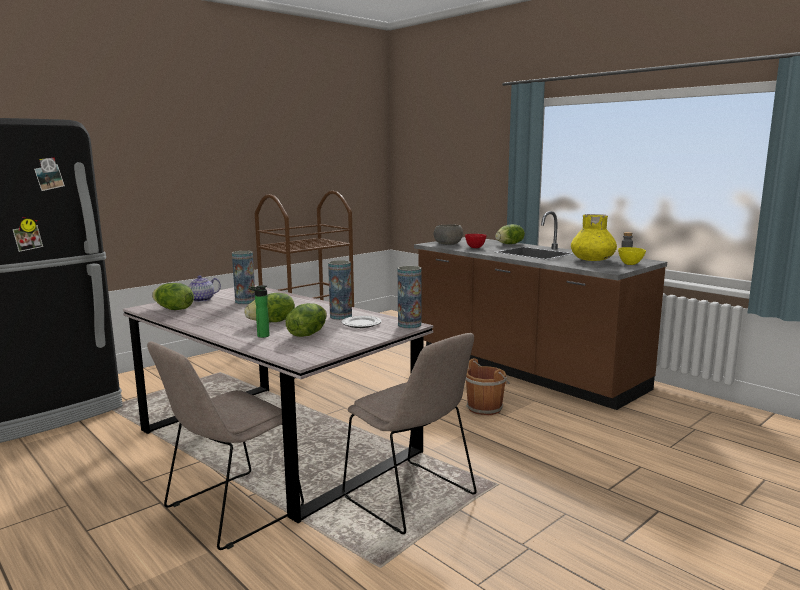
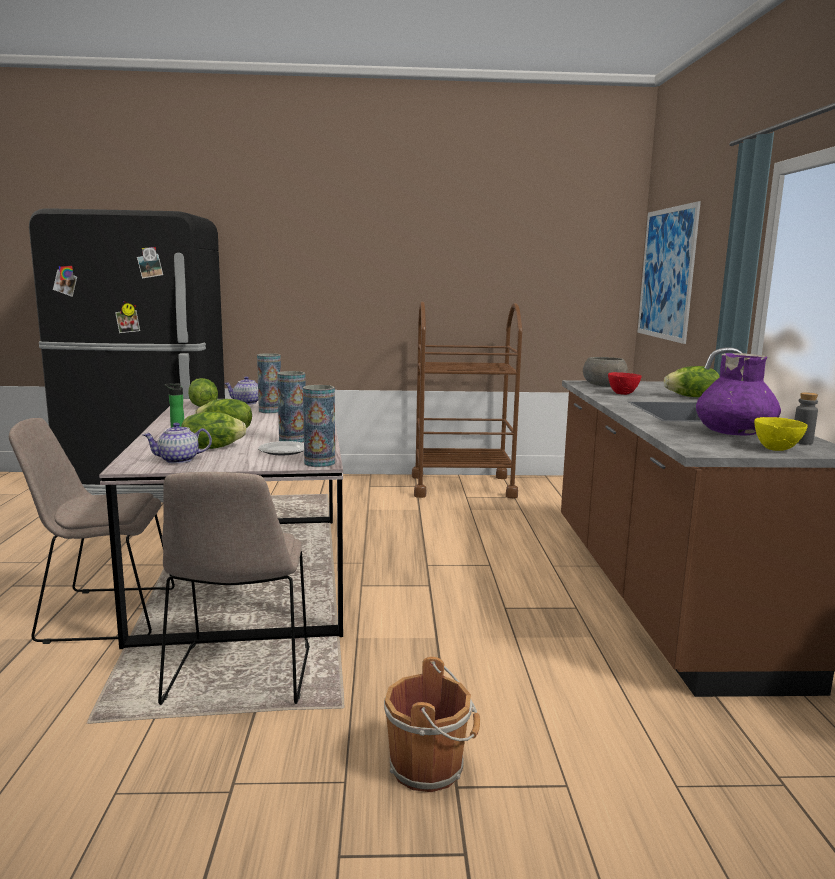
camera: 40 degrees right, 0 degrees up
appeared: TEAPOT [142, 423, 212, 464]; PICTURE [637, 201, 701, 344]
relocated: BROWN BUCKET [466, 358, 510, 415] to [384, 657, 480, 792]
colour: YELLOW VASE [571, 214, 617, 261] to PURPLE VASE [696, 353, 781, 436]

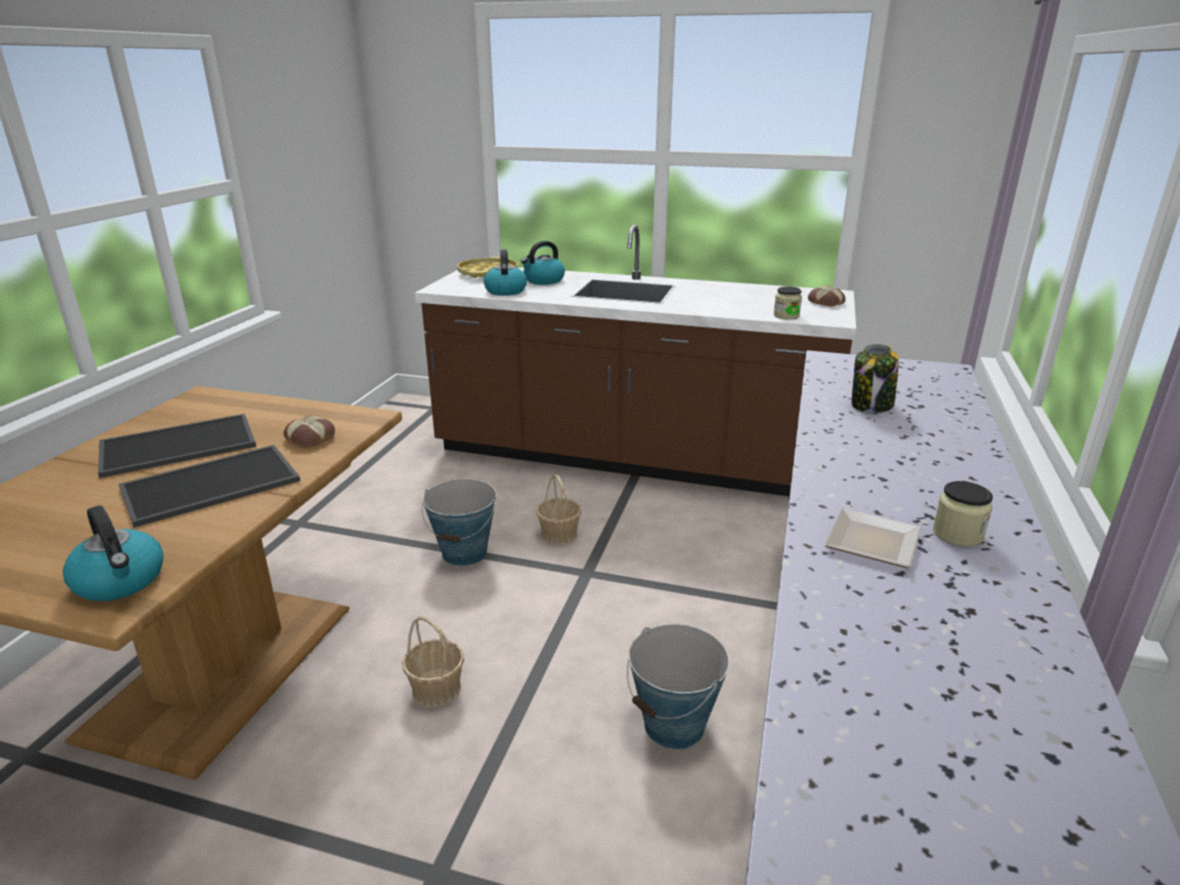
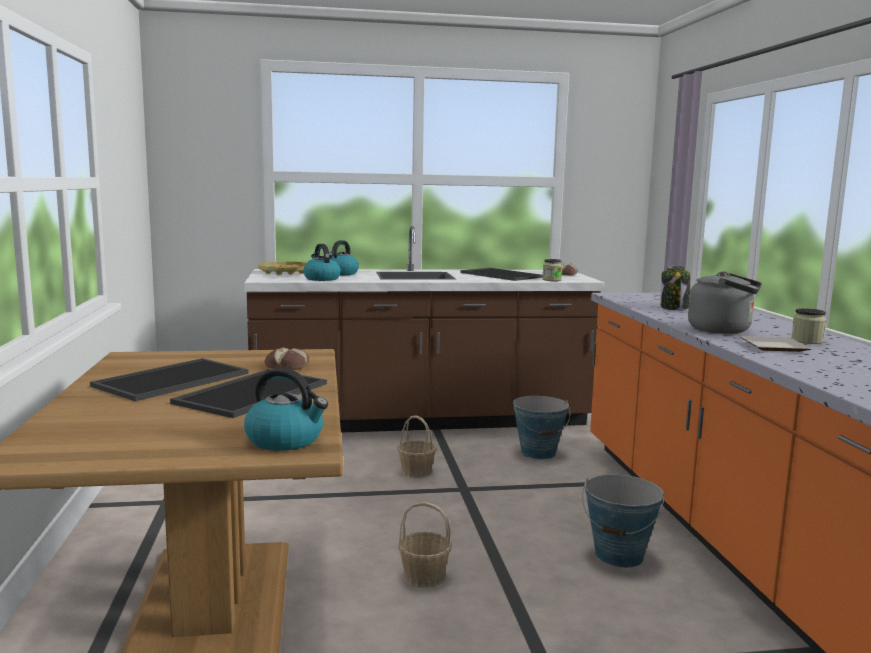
camera: 25 degrees left, 15 degrees down
appeared: TRAY [460, 268, 543, 281]; GREY KETTLE [688, 271, 762, 334]
relocated: BUCKET [422, 479, 497, 566] to [513, 396, 570, 459]

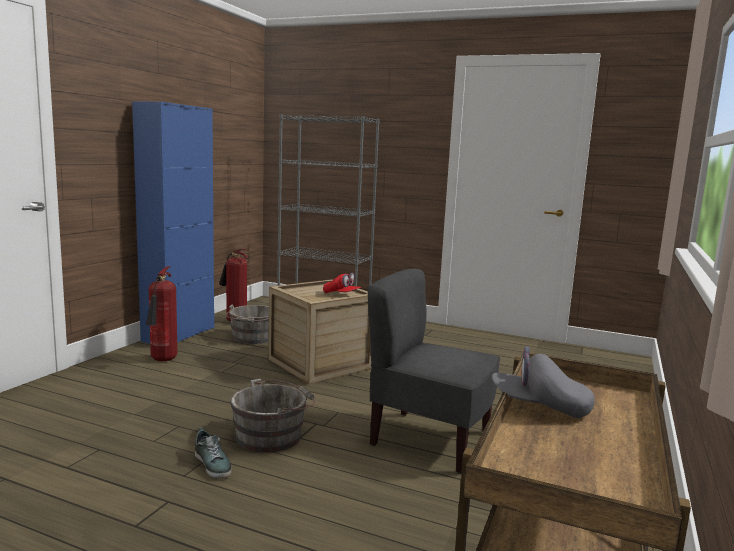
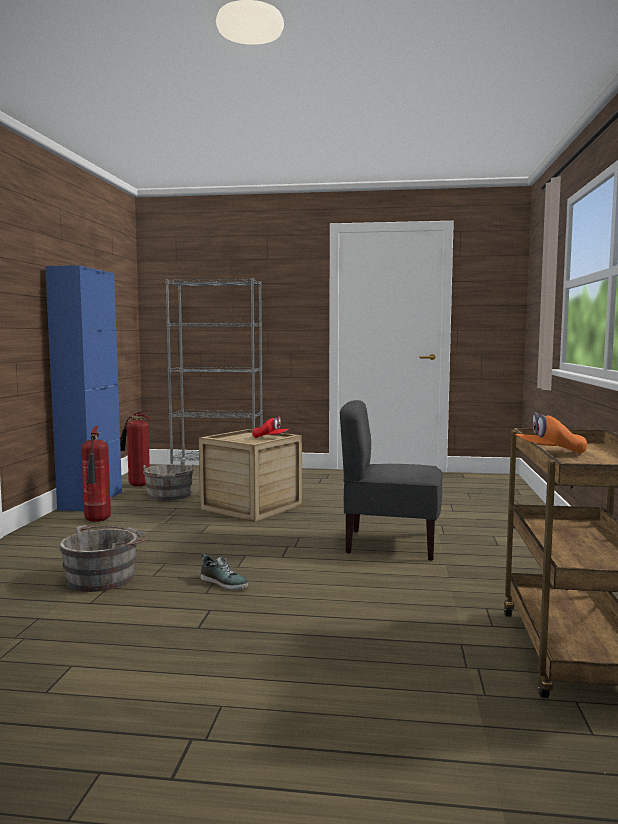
camera: 15 degrees left, 5 degrees down
relocated: GREY BUCKET [230, 379, 315, 453] to [59, 525, 147, 592]
colour: GREY CAP [492, 346, 595, 418] to ORANGE CAP [515, 412, 587, 454]

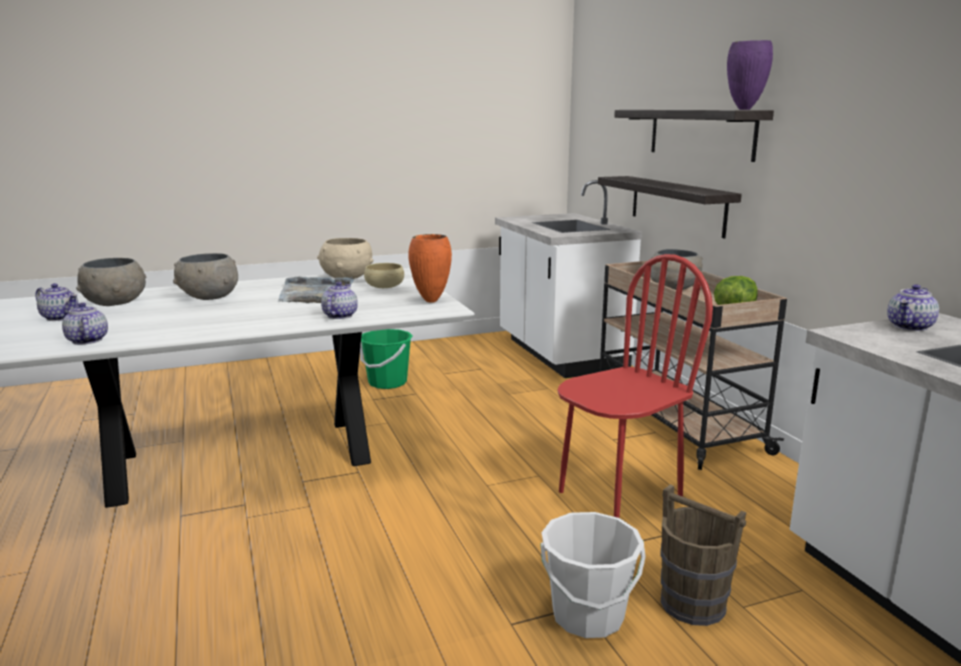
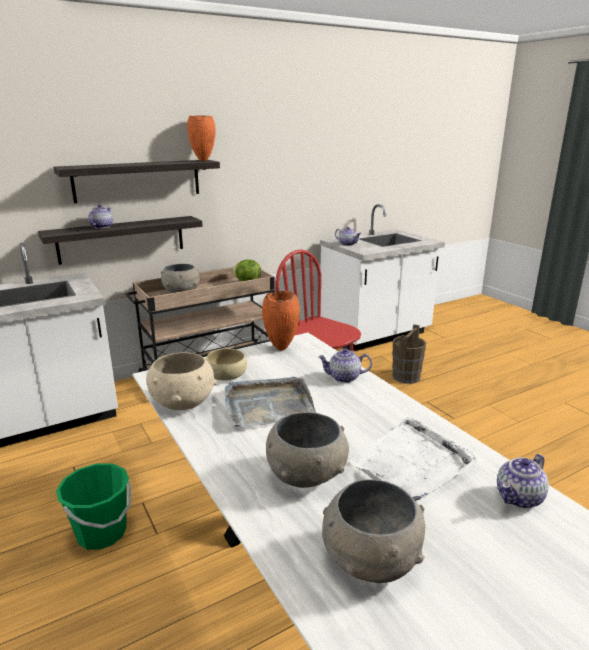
camera: 100 degrees left, 5 degrees up
missing: WHITE BUCKET [541, 512, 646, 638]
appeared: WHITE TRAY [349, 417, 477, 501]
relocated: TEAPOT [35, 283, 79, 321] to [88, 205, 113, 229]
colour: PURPLE VASE [727, 40, 773, 110] to ORANGE VASE [187, 116, 216, 161]

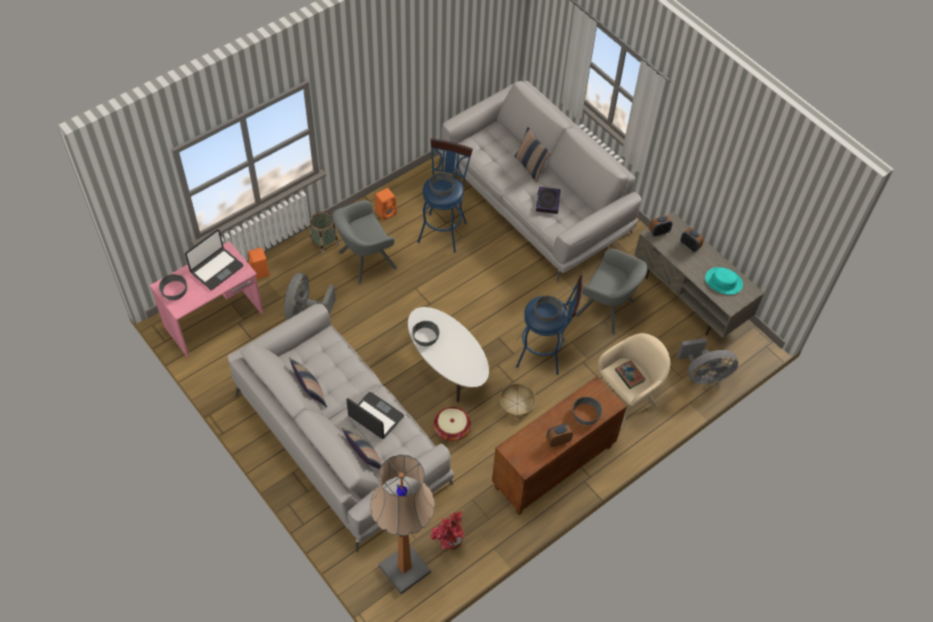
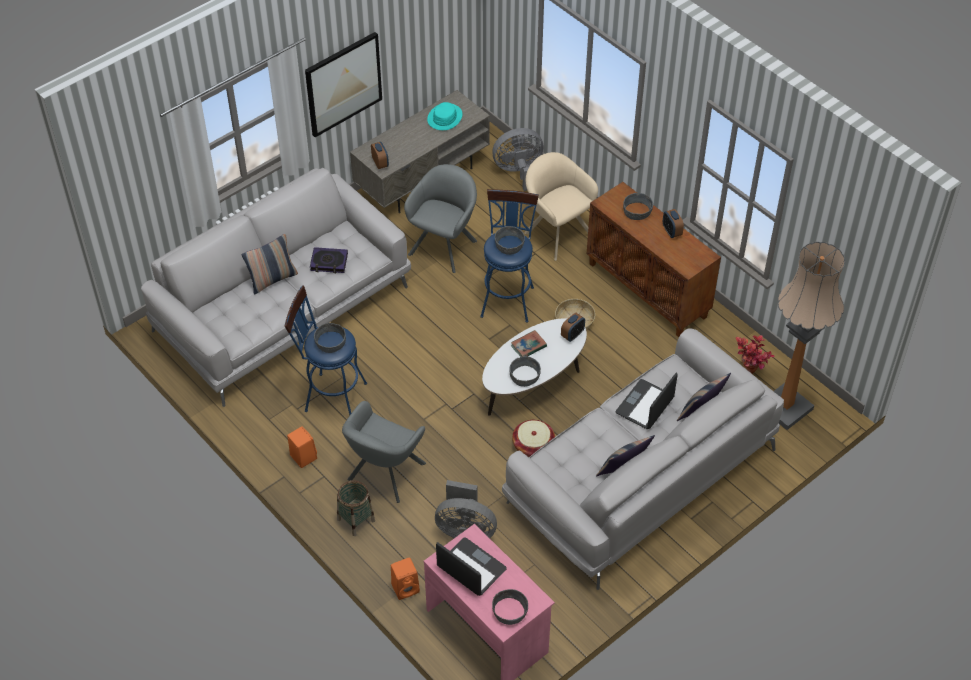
camera: 90 degrees left, 5 degrees down
appeared: PICTURE [305, 32, 382, 137]
relocated: BASKET [434, 407, 471, 441] to [512, 420, 555, 457]; BOOK [615, 360, 645, 389] to [511, 330, 547, 357]; ALARM CLOCK [681, 228, 704, 252] to [561, 313, 585, 342]
spun: GREY ARMCHAIR [332, 200, 397, 285] = [342, 401, 426, 503] 60 degrees clockwise; GREY FAN [677, 338, 738, 384] = [492, 128, 544, 191] 90 degrees counterclockwise

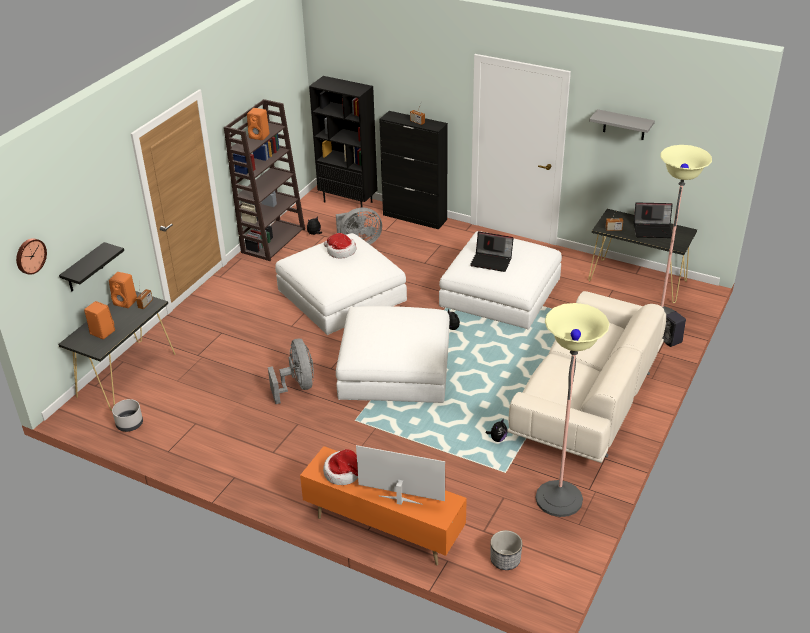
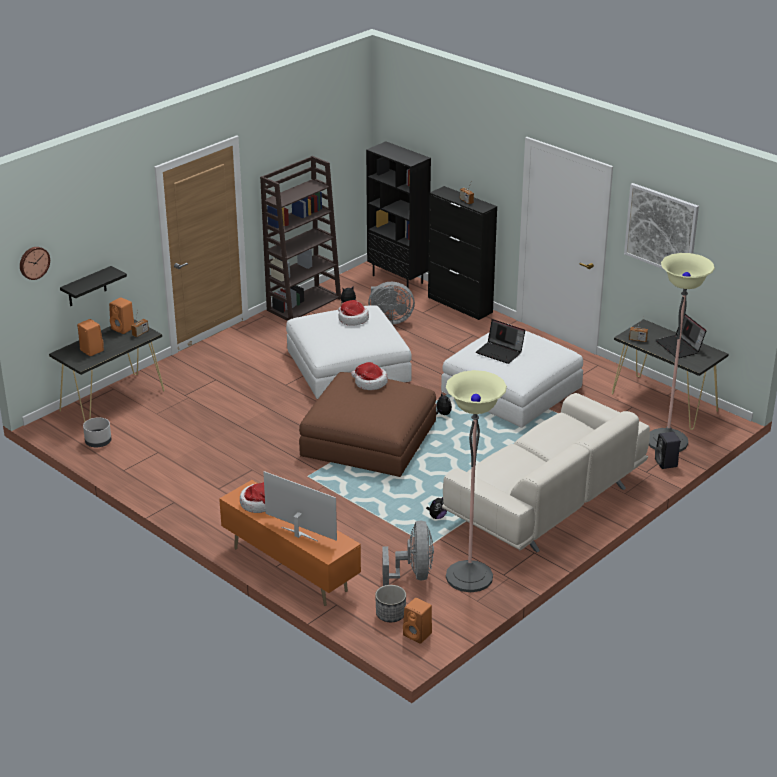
camera: 15 degrees right, 5 degrees down
appeared: HAT [351, 362, 388, 390]
relocated: ORANGE SPEAKER [247, 108, 270, 140] to [403, 598, 432, 644]; GREY FAN [268, 339, 314, 404] to [382, 520, 434, 586]
exchanged: GREY SHELF [589, 109, 655, 140] to PICTURE [624, 183, 699, 269]
colour: WHITE OTTOMAN [336, 306, 450, 403] to BROWN OTTOMAN [299, 372, 436, 477]
spun: LAPTOP [634, 202, 673, 238] = [656, 314, 706, 358] 45 degrees clockwise

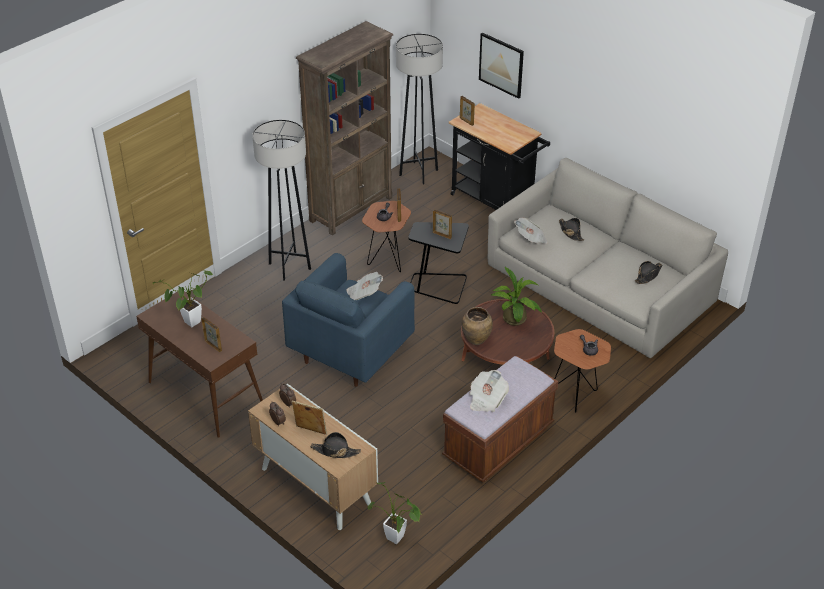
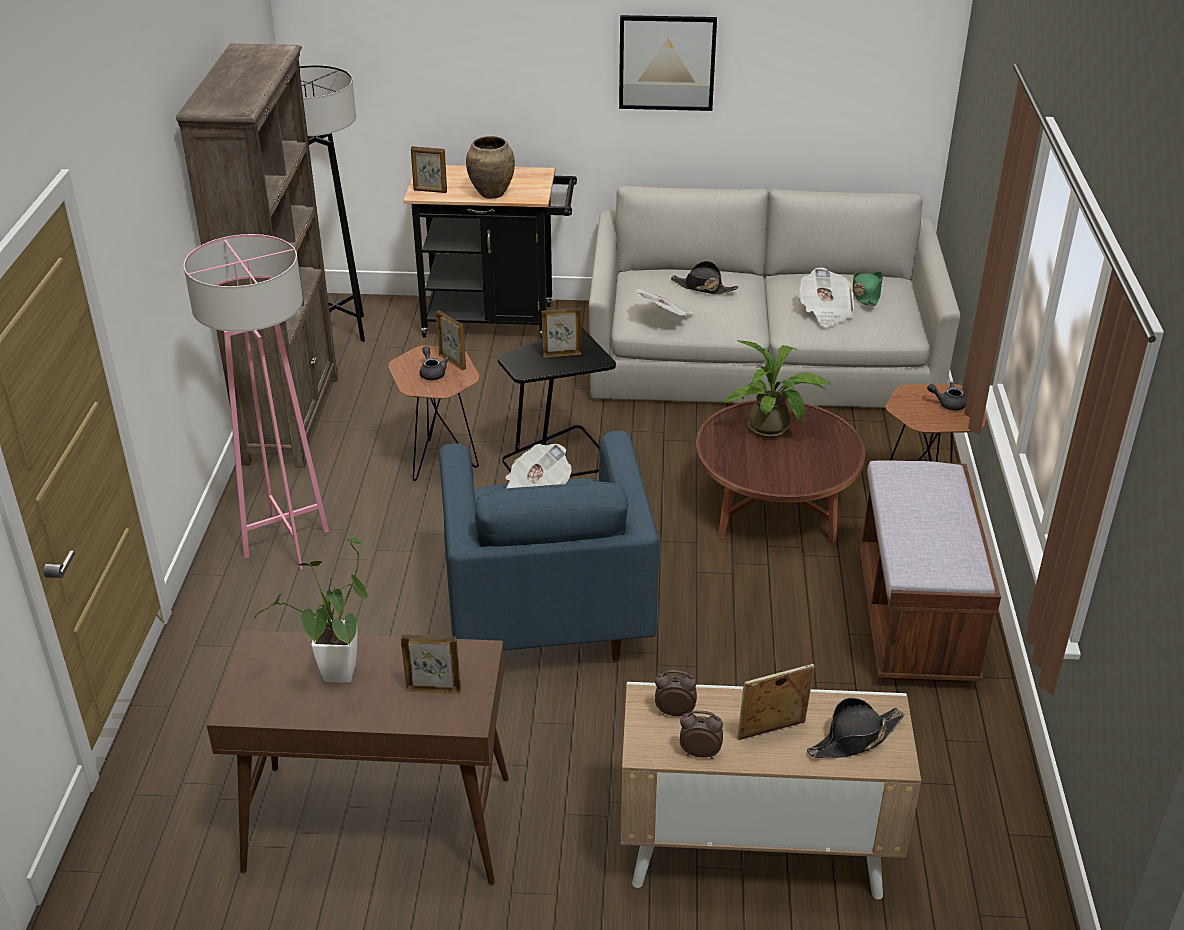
camera: 40 degrees left, 5 degrees down
missing: POTTED PLANT [368, 482, 421, 544]
relocated: BROWN VASE [461, 307, 493, 345] to [466, 136, 515, 199]; NEWSPAPER [469, 370, 509, 412] to [799, 267, 854, 327]; PICTURE [479, 33, 524, 99] to [619, 15, 717, 111]
colour: BLACK FLOOR LAMP [252, 120, 311, 281] to PINK FLOOR LAMP [184, 234, 329, 570]; BLACK HAT [635, 261, 662, 284] to GREEN HAT [852, 272, 883, 306]

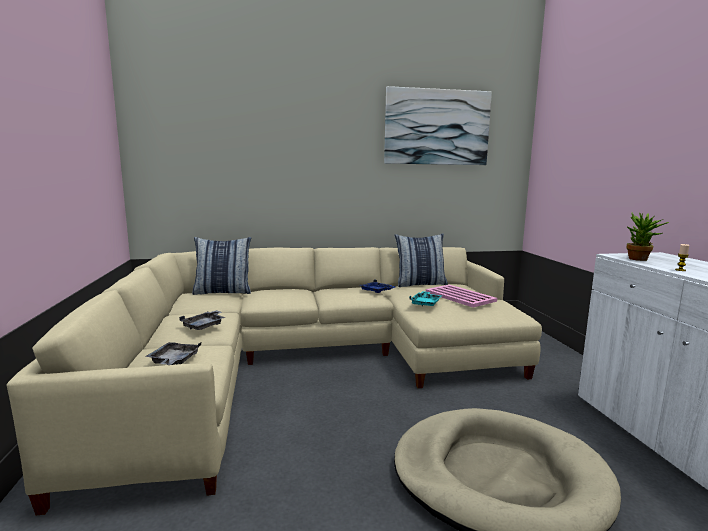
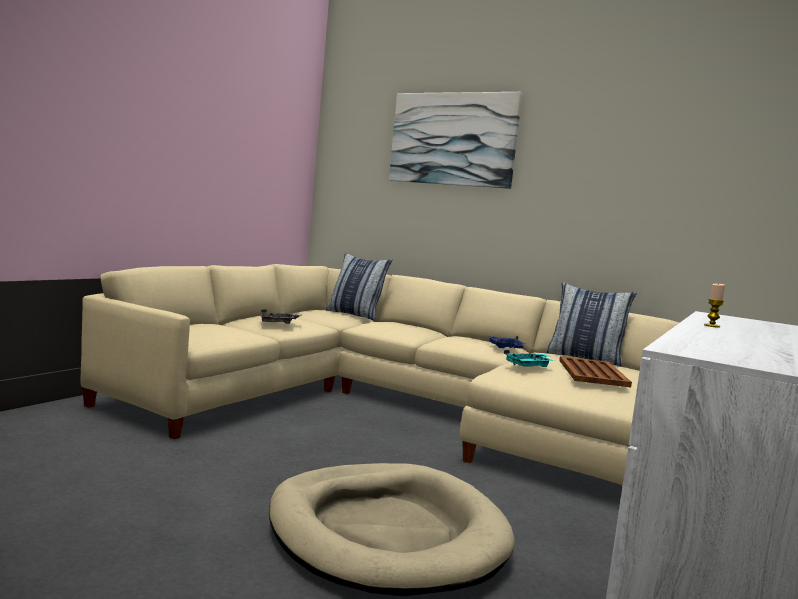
camera: 40 degrees right, 5 degrees down
missing: GREY TRAY [145, 342, 201, 365]; POTTED PLANT [627, 212, 669, 261]
relocated: PICTURE [384, 86, 492, 165] to [389, 92, 522, 189]
colour: PINK TRAY [426, 285, 497, 308] to BROWN TRAY [559, 356, 632, 387]

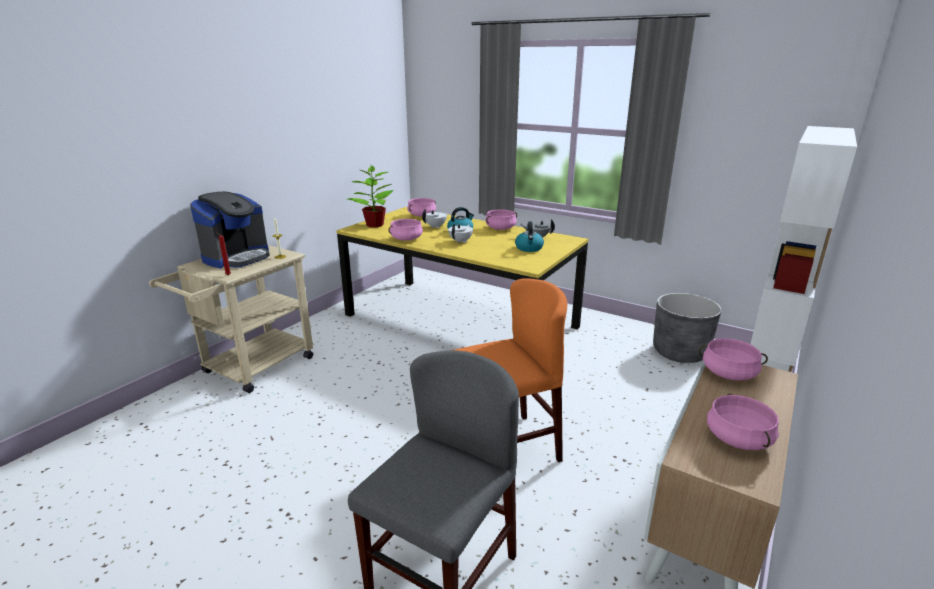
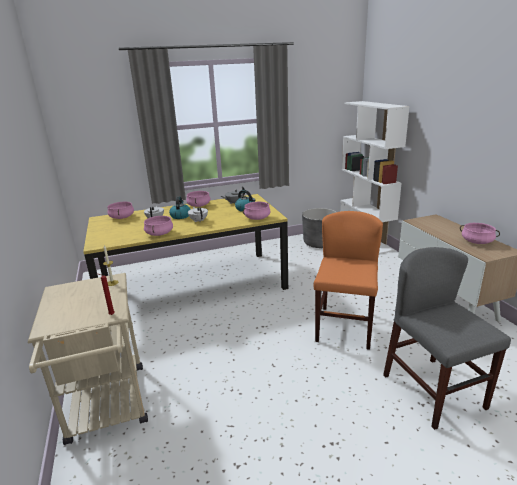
camera: 50 degrees left, 0 degrees up
missing: COFFEE MACHINE [190, 192, 270, 269]; POTTED PLANT [348, 166, 394, 227]
relocated: PINK COOKING POT [699, 338, 768, 381] to [243, 202, 271, 220]

